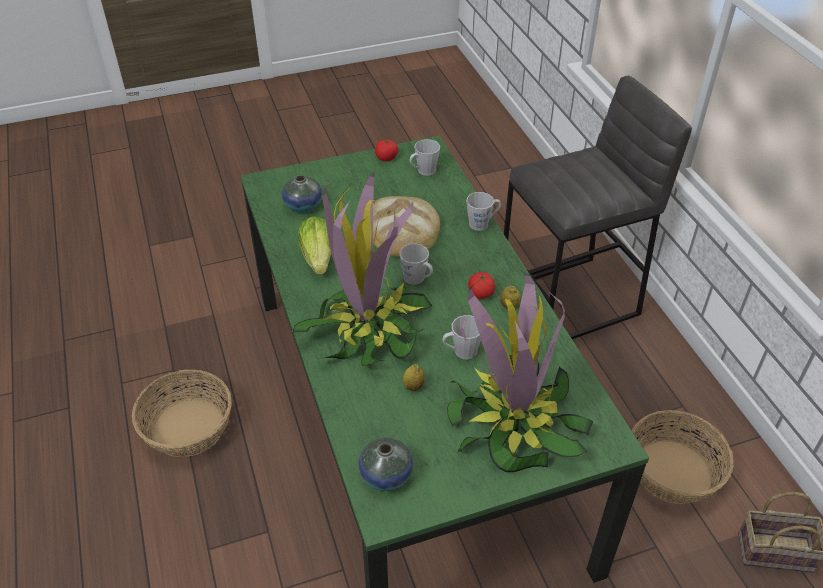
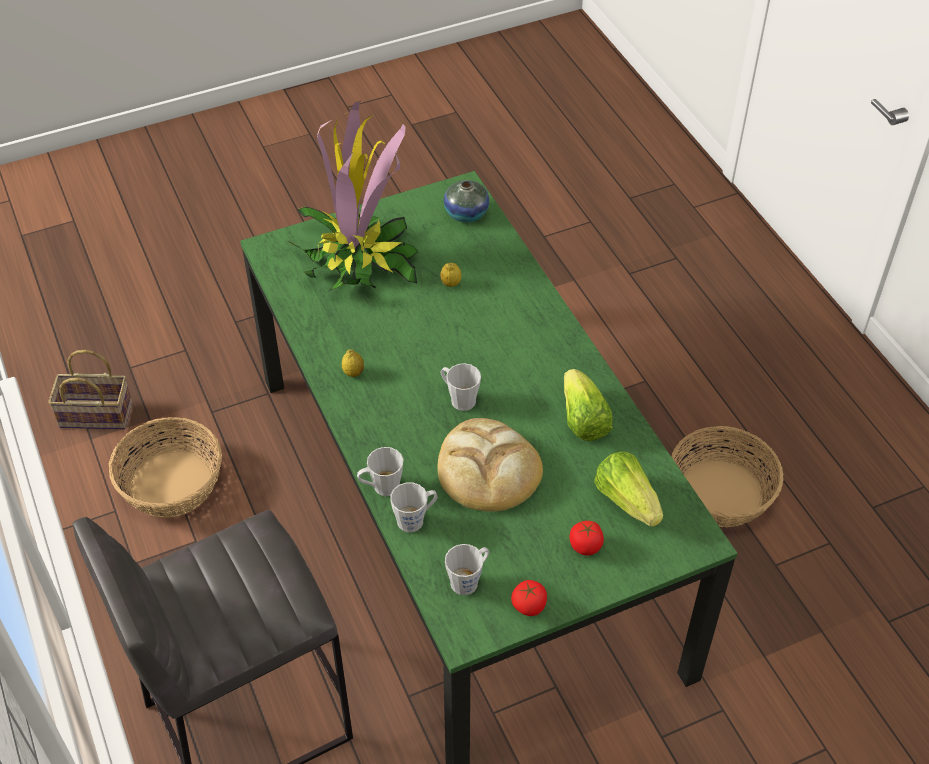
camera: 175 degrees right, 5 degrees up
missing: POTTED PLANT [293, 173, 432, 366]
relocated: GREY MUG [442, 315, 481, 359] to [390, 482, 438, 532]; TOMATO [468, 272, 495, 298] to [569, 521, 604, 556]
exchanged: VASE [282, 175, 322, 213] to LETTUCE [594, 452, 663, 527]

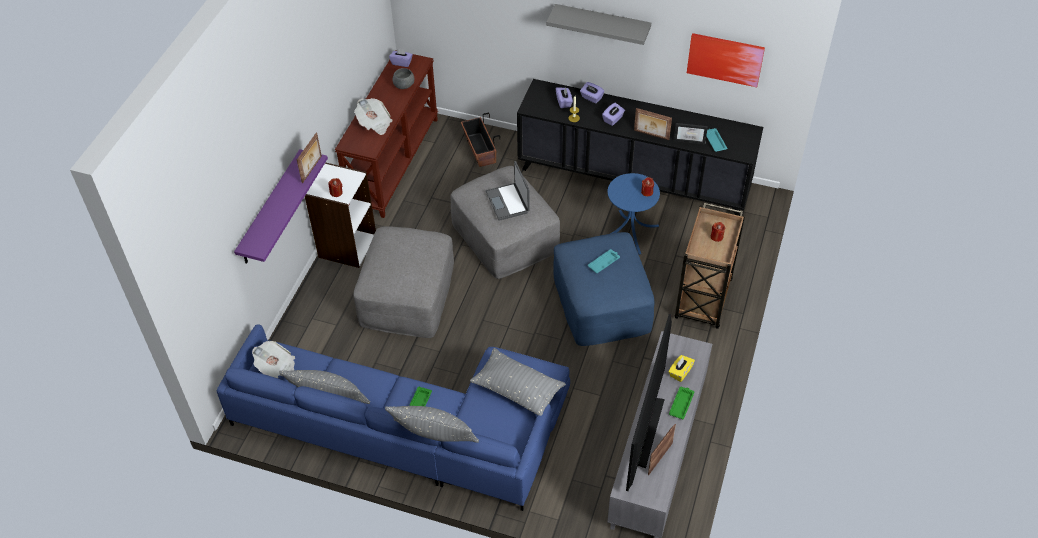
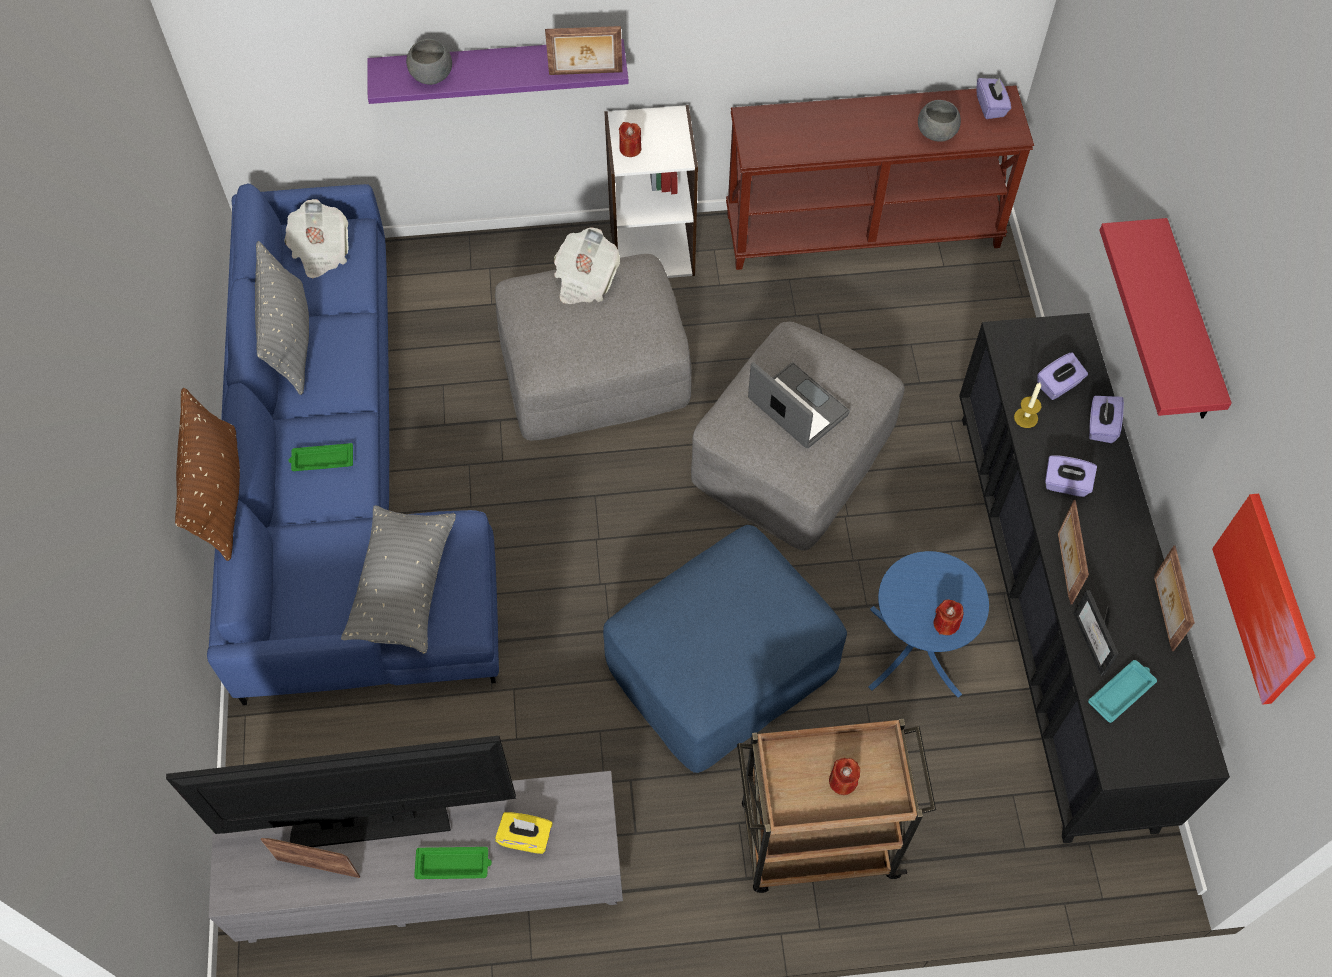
camera: 65 degrees right, 10 degrees up
missing: PLANTER [461, 112, 500, 167]; TURQUOISE TRAY [588, 249, 620, 273]
appeared: GREY BOWL [406, 39, 452, 85]; PICTURE FRAME [1154, 545, 1195, 651]
relocated: NEWSPAPER [354, 98, 393, 135] to [554, 227, 620, 304]
colour: GREY PILLOW [385, 406, 479, 443] to BROWN PILLOW [175, 388, 240, 561]; GREY SHELF [546, 4, 651, 45] to RED SHELF [1099, 218, 1232, 419]
spun: LAPTOP [486, 161, 530, 221] = [748, 362, 850, 448] 90 degrees clockwise

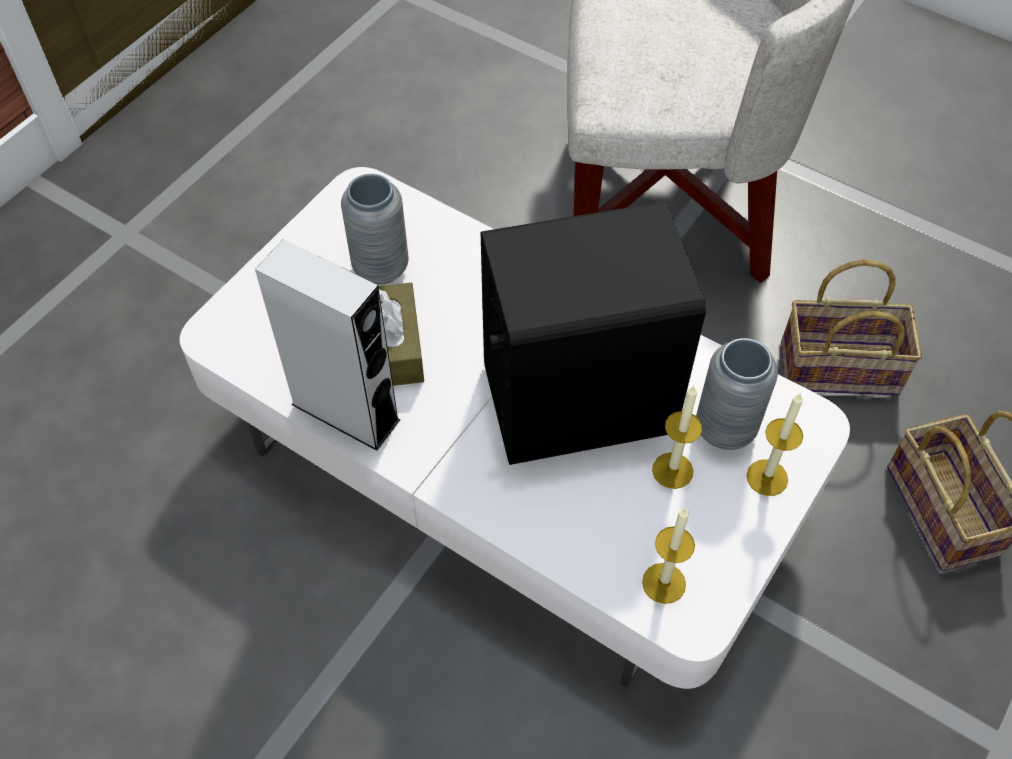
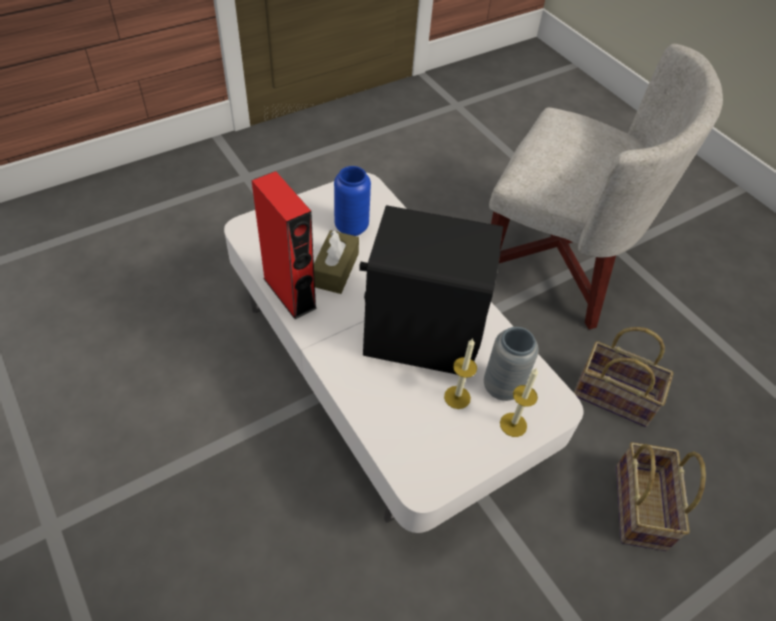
camera: 20 degrees right, 5 degrees down
missing: CANDLE [642, 507, 695, 604]
colour: GREY SPEAKER [255, 239, 400, 451] to RED SPEAKER [251, 171, 317, 319]; GREY VASE [341, 174, 408, 284] to BLUE VASE [334, 166, 371, 236]

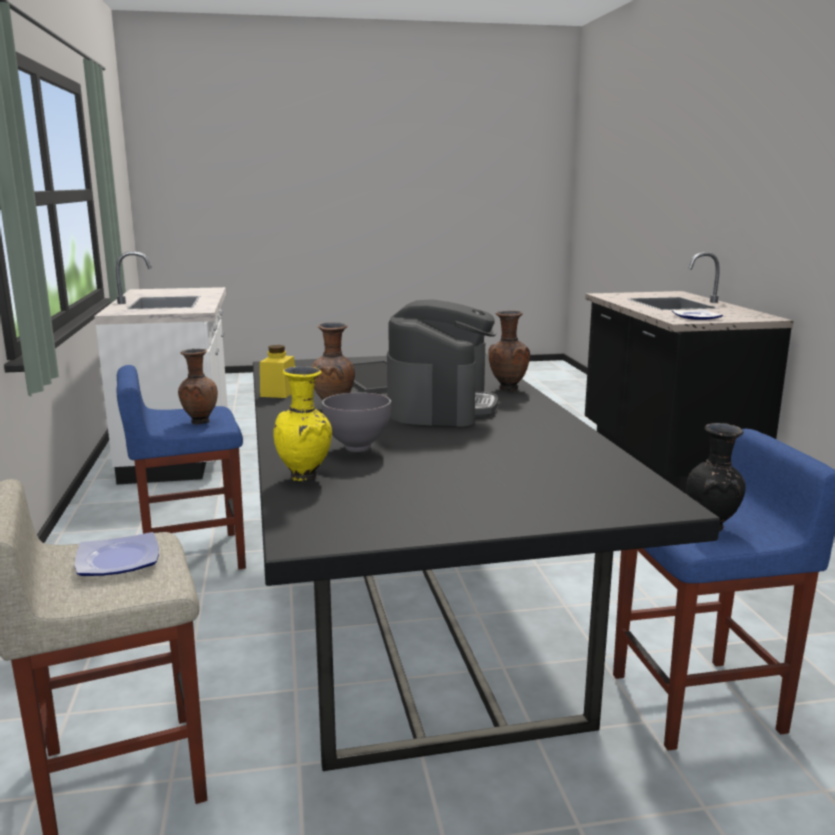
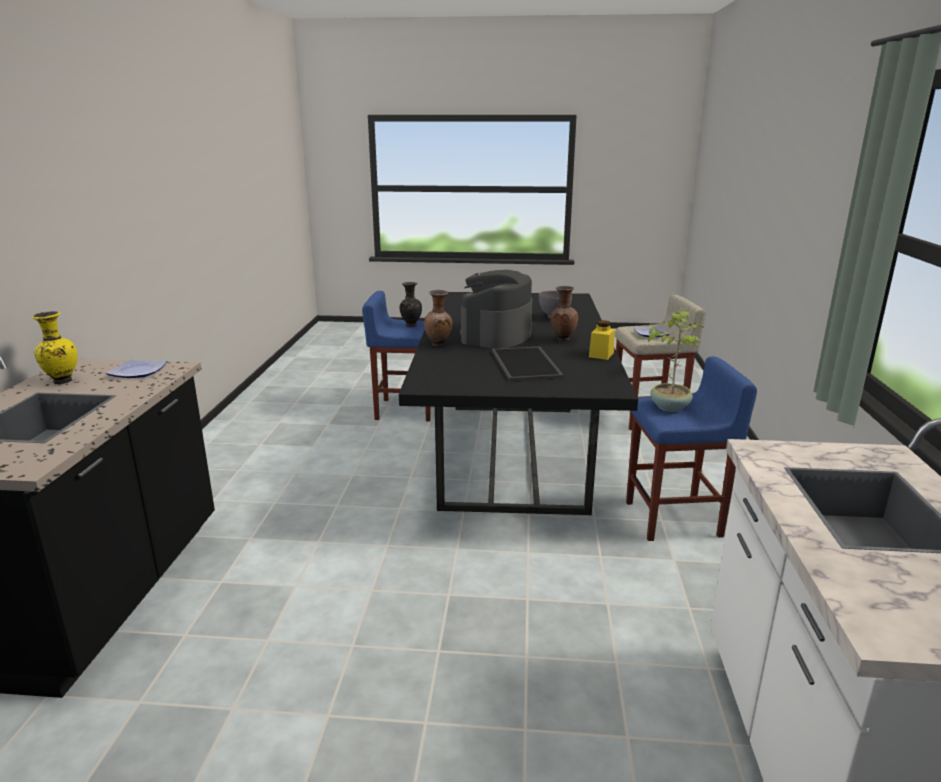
camera: 165 degrees left, 5 degrees up
relocated: YELLOW VASE [273, 366, 332, 481] to [32, 311, 78, 384]
exchanged: BROWN VASE [178, 349, 218, 425] to POTTED PLANT [646, 308, 703, 412]

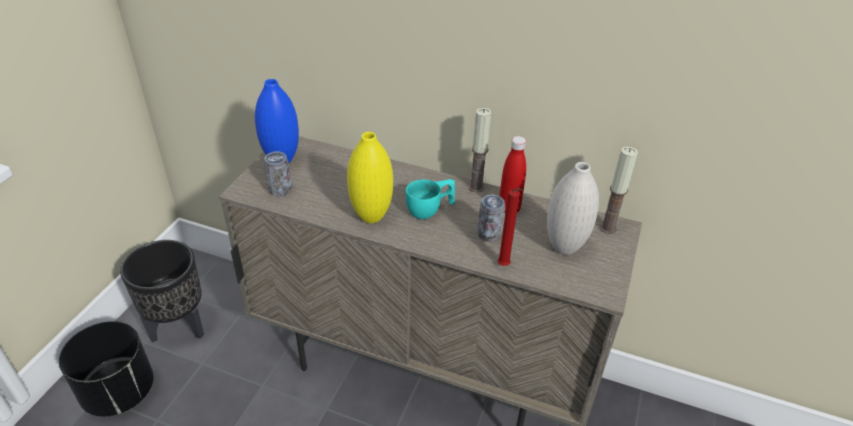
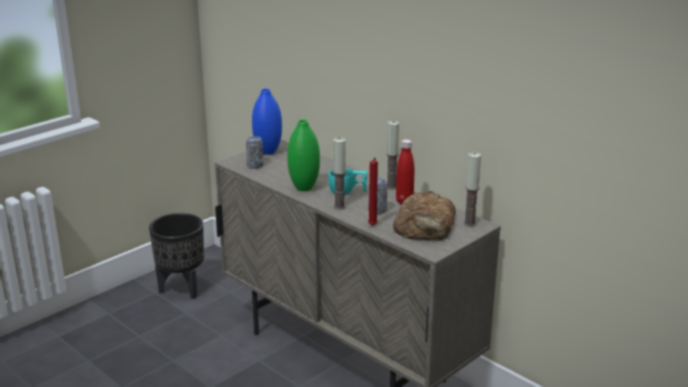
camera: 25 degrees right, 15 degrees down
missing: BLACK PLANTER [59, 321, 154, 417]
appeared: CANDLE [333, 138, 346, 209]
exchanged: WHITE VASE [547, 162, 599, 255] to BREAD [393, 191, 456, 241]
colour: YELLOW VASE [347, 132, 393, 223] to GREEN VASE [287, 119, 320, 191]

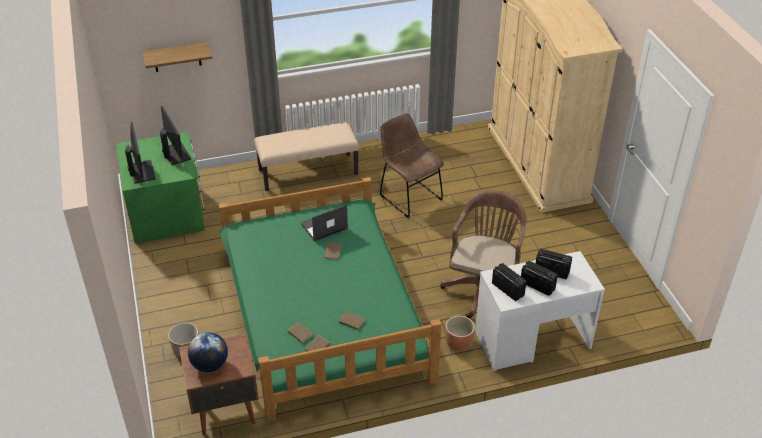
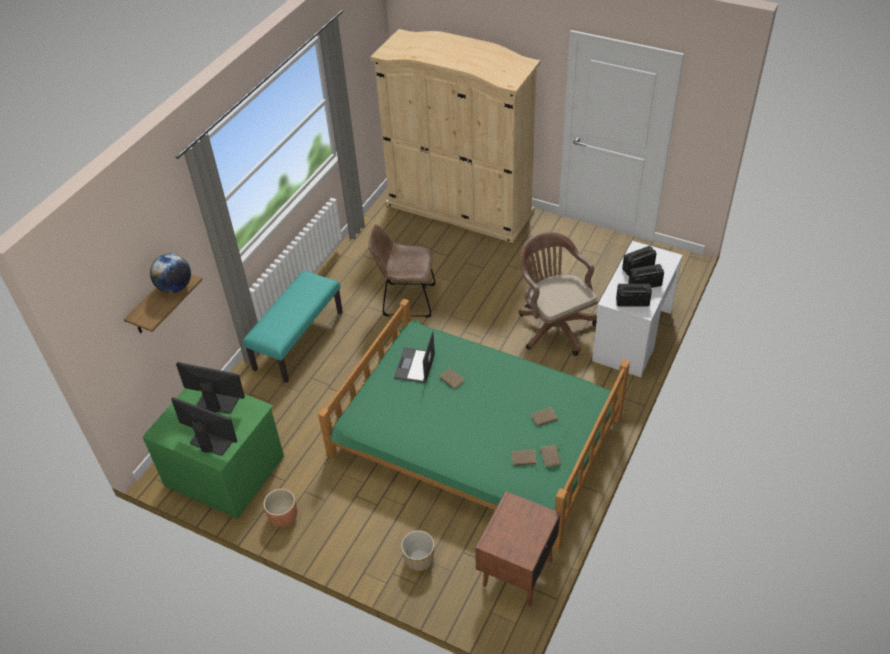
camera: 45 degrees left, 5 degrees up
relocated: GLOBE [188, 332, 228, 372] to [150, 254, 191, 293]; BROWN PLANTER [445, 316, 475, 350] to [263, 489, 297, 527]
colour: BEIGE BENCH [254, 122, 359, 191] to TURQUOISE BENCH [243, 270, 343, 383]

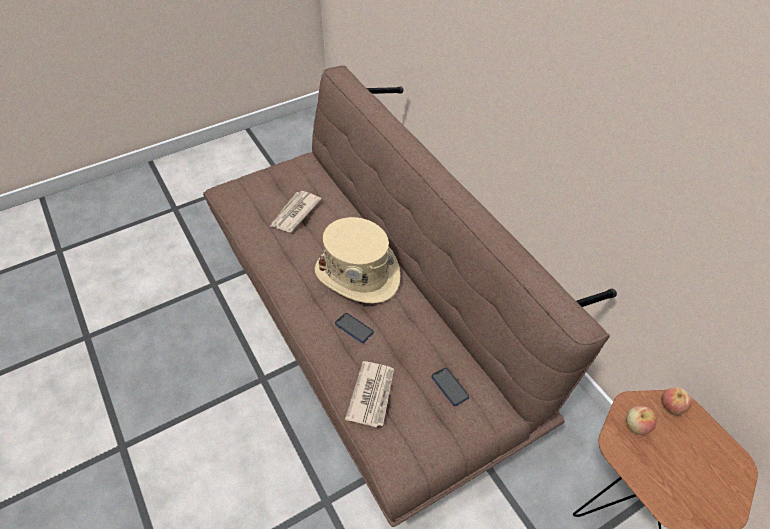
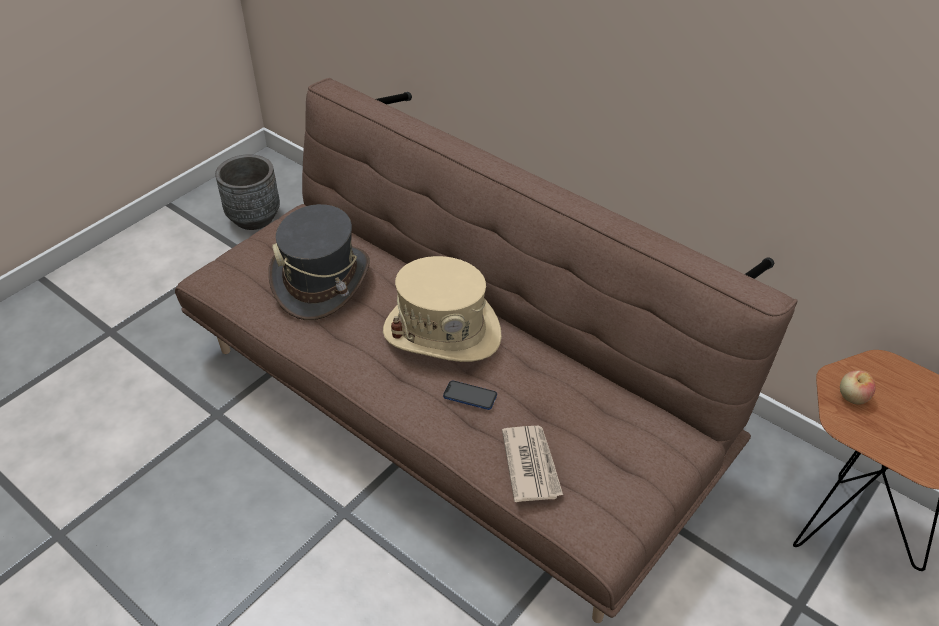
camera: 20 degrees left, 5 degrees down
missing: PHONE [431, 368, 469, 406]; APPLE [662, 387, 692, 415]
appeared: GREY PLANTER [215, 154, 280, 230]
exchanged: NEWSPAPER [270, 191, 322, 232] to GREY HAT [268, 204, 370, 320]

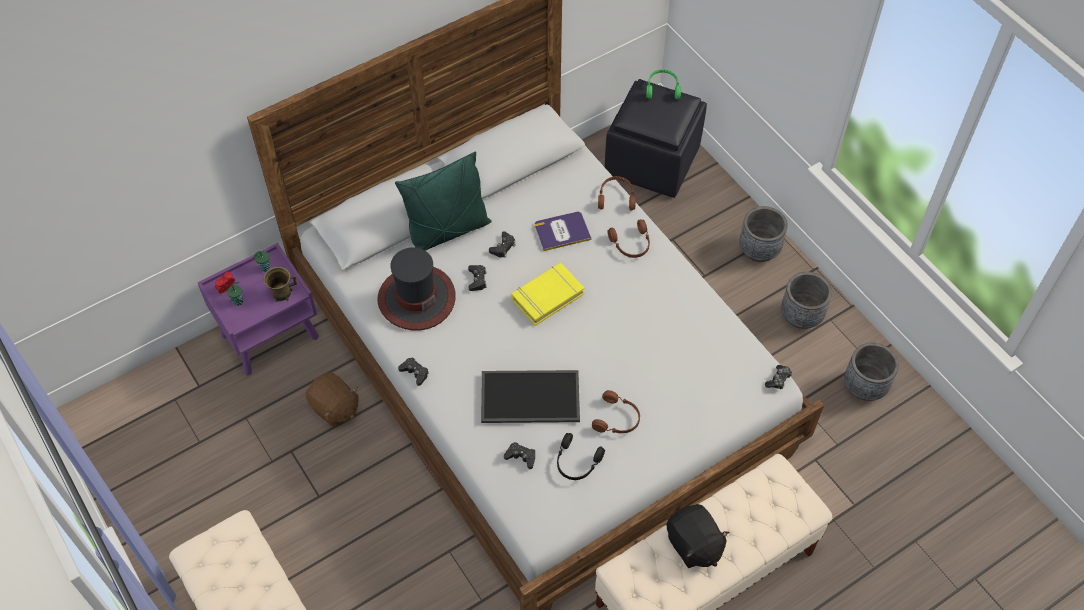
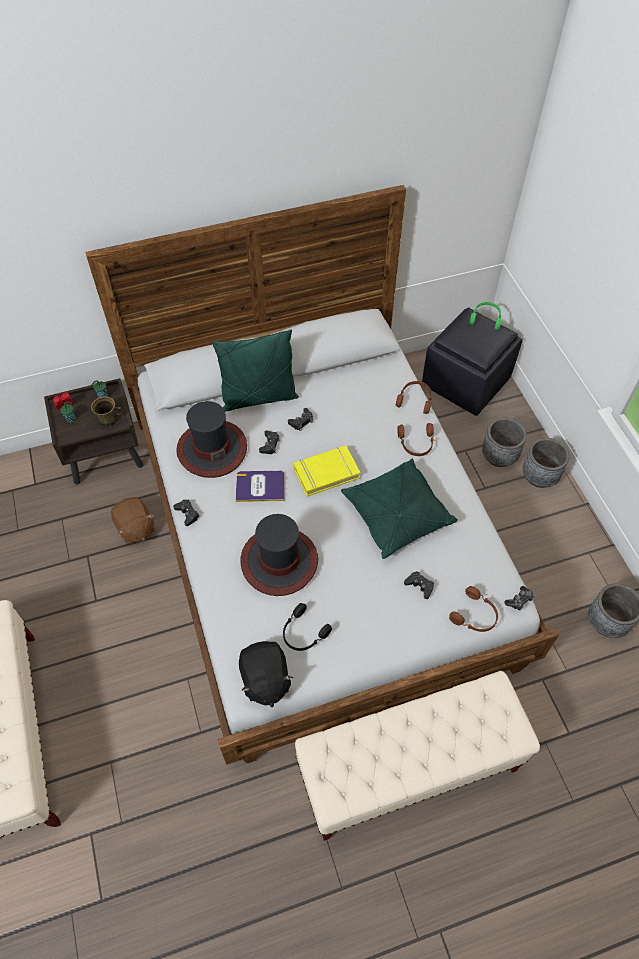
camera: 15 degrees right, 0 degrees up
appeared: GREEN PILLOW [341, 458, 458, 559]
relocated: BLACK GAME CONTROLLER [504, 442, 535, 469] to [404, 571, 434, 599]; BOOK [535, 212, 591, 251] to [236, 471, 284, 502]; BROWN HEADPHONES [592, 390, 640, 433] to [449, 586, 498, 632]; BLACK PLUSH TOY [667, 504, 730, 568] to [239, 641, 293, 707]; GREY PLANTER [781, 272, 832, 329] to [482, 417, 527, 467]
exchanged: TRAY [481, 370, 580, 423] to HAT [241, 514, 318, 596]
colour: PURPLE NIGHTSTAND [197, 243, 319, 375] to BROWN NIGHTSTAND [44, 378, 144, 484]

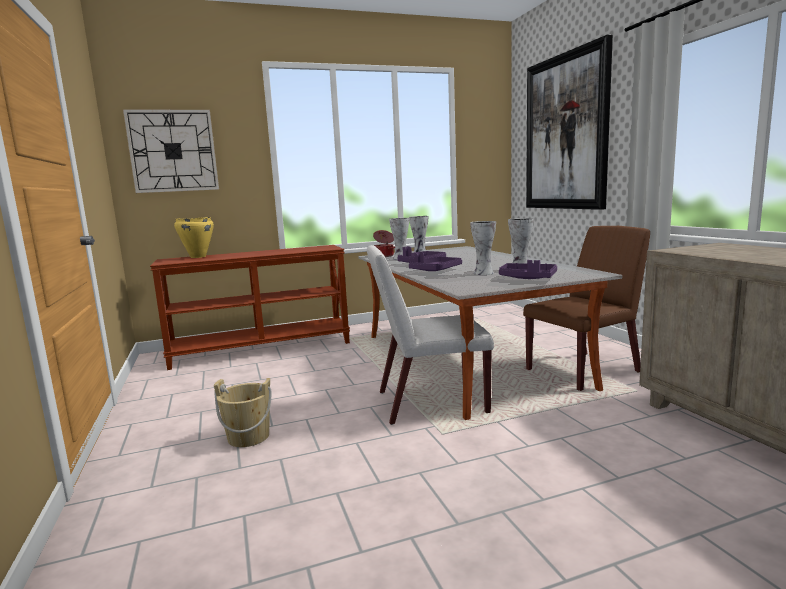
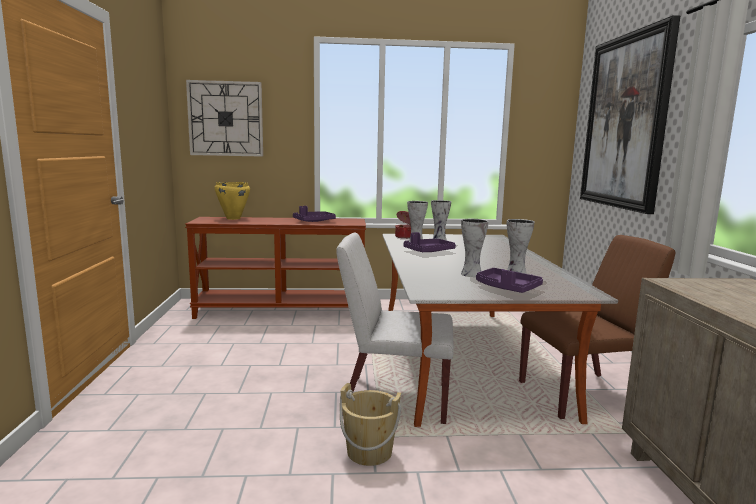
camera: 15 degrees right, 0 degrees up
relocated: BEIGE BUCKET [214, 378, 272, 447] to [340, 383, 401, 466]; PURPLE TRAY [409, 252, 462, 271] to [293, 206, 336, 222]

